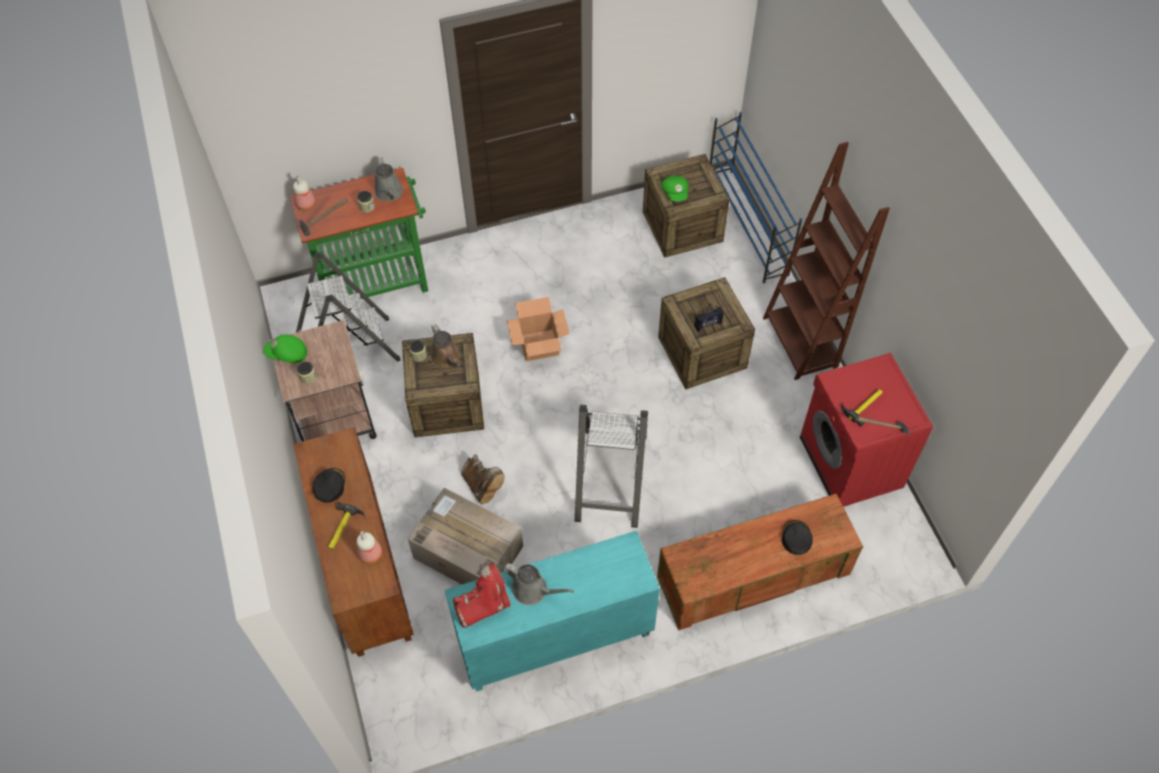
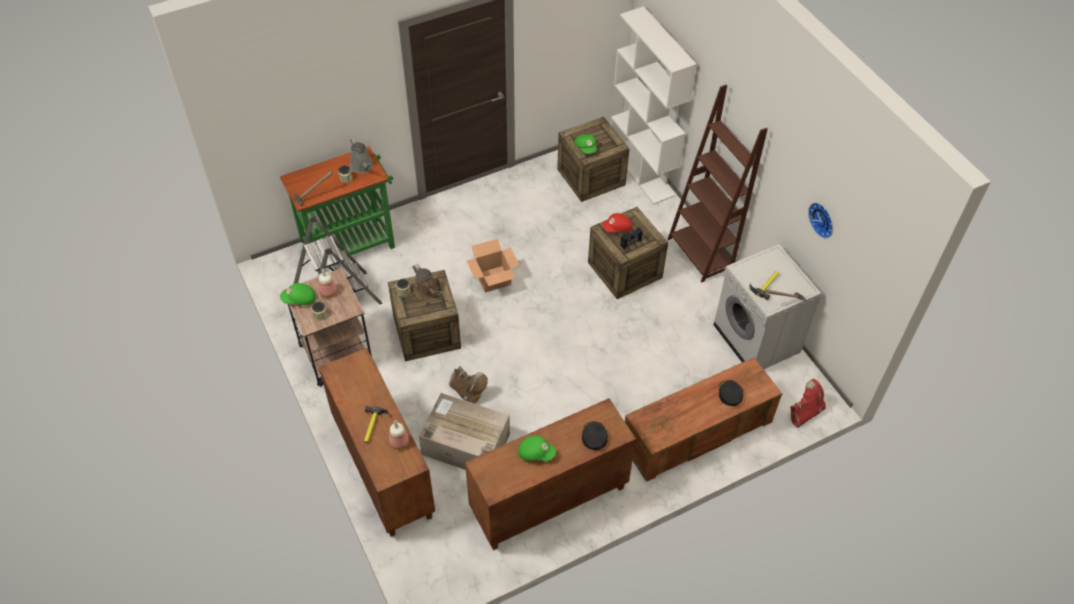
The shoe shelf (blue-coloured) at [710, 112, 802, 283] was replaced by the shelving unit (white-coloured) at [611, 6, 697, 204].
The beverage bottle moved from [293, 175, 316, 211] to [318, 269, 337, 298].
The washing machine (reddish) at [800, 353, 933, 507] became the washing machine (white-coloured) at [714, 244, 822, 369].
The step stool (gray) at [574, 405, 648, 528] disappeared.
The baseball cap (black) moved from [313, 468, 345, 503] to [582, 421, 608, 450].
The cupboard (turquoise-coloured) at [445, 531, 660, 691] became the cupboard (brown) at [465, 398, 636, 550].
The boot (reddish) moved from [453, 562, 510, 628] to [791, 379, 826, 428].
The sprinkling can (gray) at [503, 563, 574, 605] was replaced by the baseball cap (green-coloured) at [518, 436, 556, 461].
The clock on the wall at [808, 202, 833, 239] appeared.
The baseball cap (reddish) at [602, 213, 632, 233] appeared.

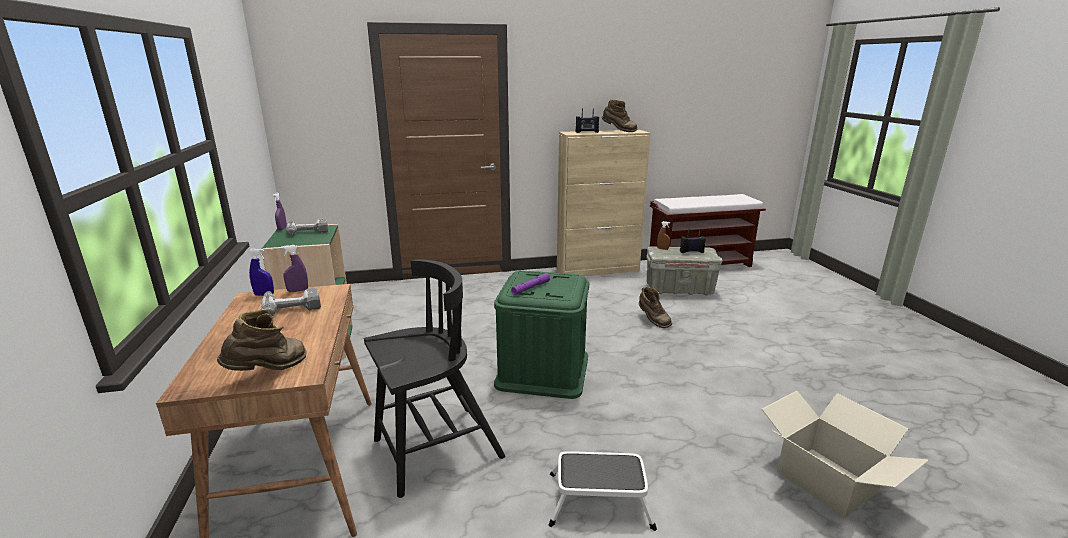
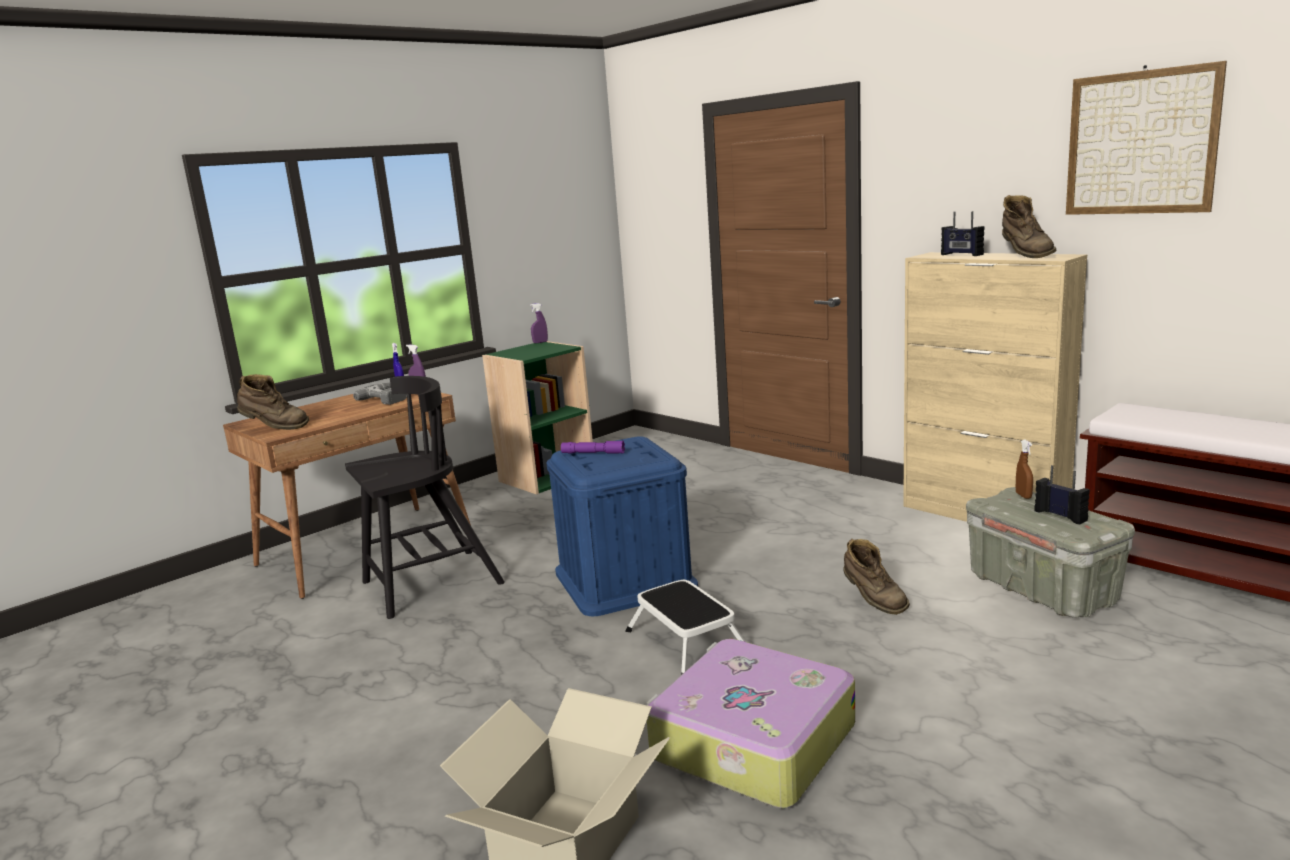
The drill at [286, 218, 328, 235] disappeared.
The upright chair (black) at [364, 259, 506, 498] turned 60 degrees counterclockwise.
The storage box (green-coloured) at [494, 270, 589, 399] became the storage box (blue-coloured) at [546, 436, 698, 616].
The boot (brown) at [639, 286, 672, 328] turned 60 degrees counterclockwise.
The step stool (black) moved from [549, 451, 657, 531] to [625, 580, 746, 675].
The wall picture at [1066, 61, 1227, 215] appeared.
The piece of luggage at [647, 639, 855, 808] appeared.

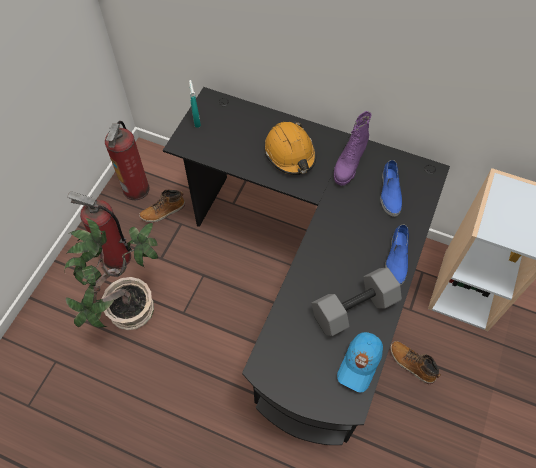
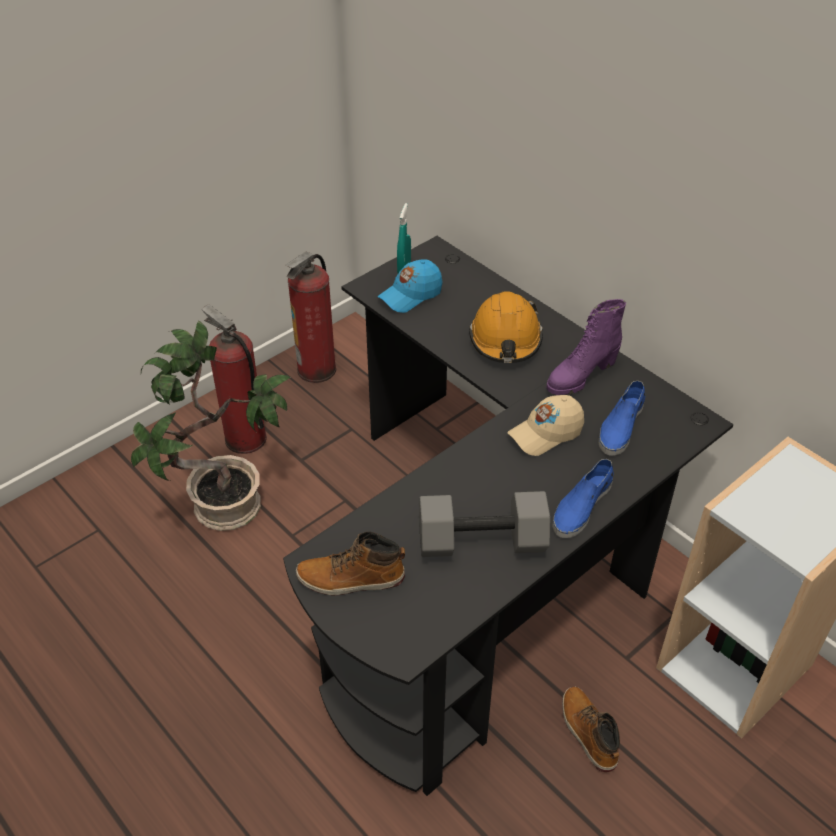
The boot moved from [139, 190, 185, 222] to [296, 532, 405, 595].
The baseball cap (blue-coloured) moved from [337, 332, 383, 393] to [377, 259, 443, 313].
The baseball cap (beige) at [507, 395, 584, 456] appeared.

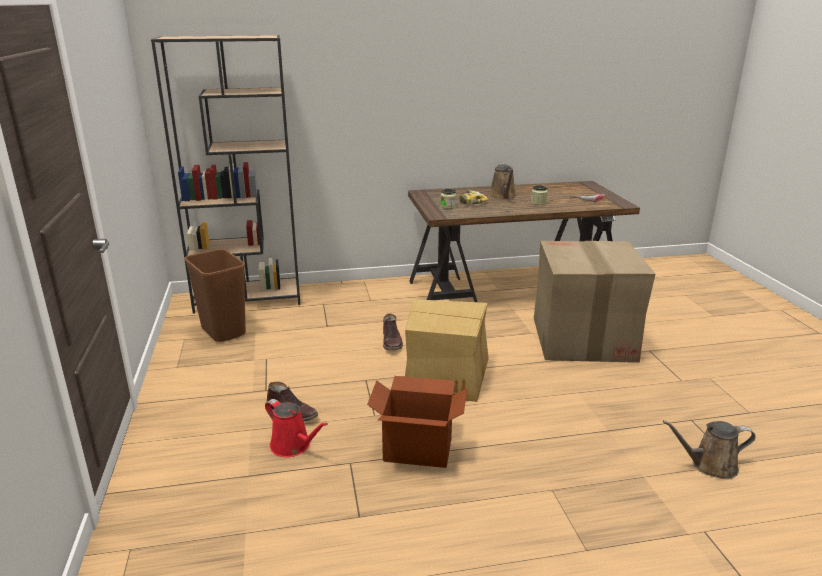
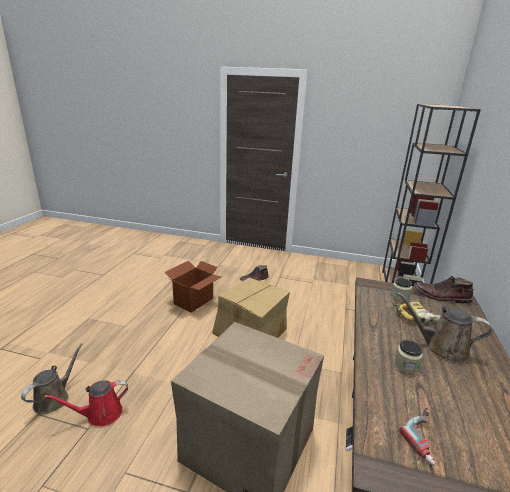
The rubbish bin (brown) at [184, 249, 246, 342] disappeared.
The boot (brown) moved from [383, 313, 403, 350] to [414, 276, 473, 304].
The sprinkling can (reddish) moved from [265, 399, 328, 457] to [44, 380, 128, 426].

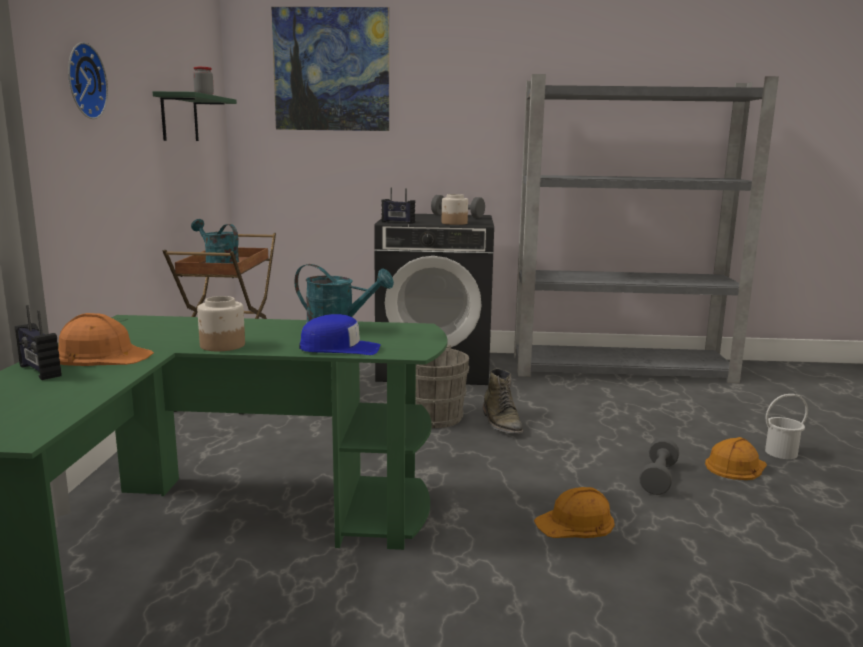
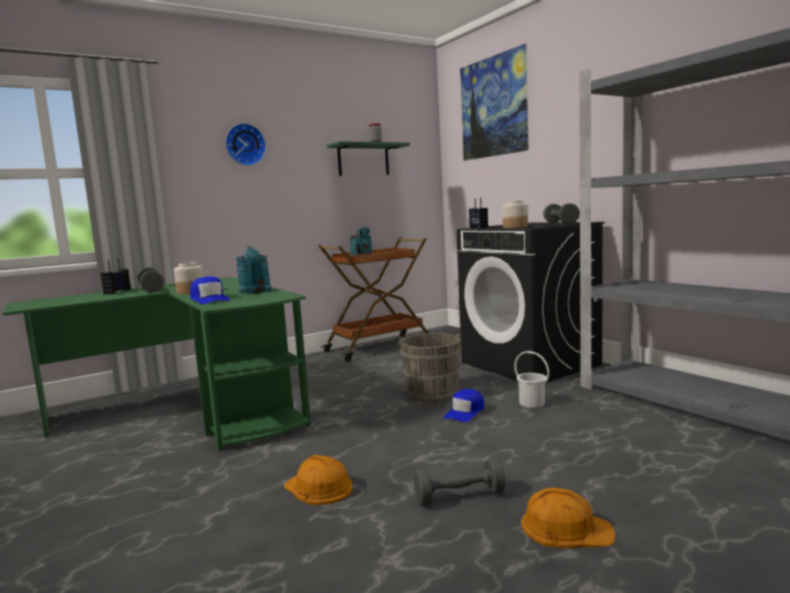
The hard hat (orange) at [58, 313, 154, 366] was replaced by the hand weight (gray) at [138, 267, 164, 293].
The boot (green-coloured) at [482, 369, 523, 434] was replaced by the baseball cap (blue-coloured) at [444, 389, 484, 422].
The water bucket (white-coloured) moved from [765, 394, 808, 459] to [514, 351, 549, 408].

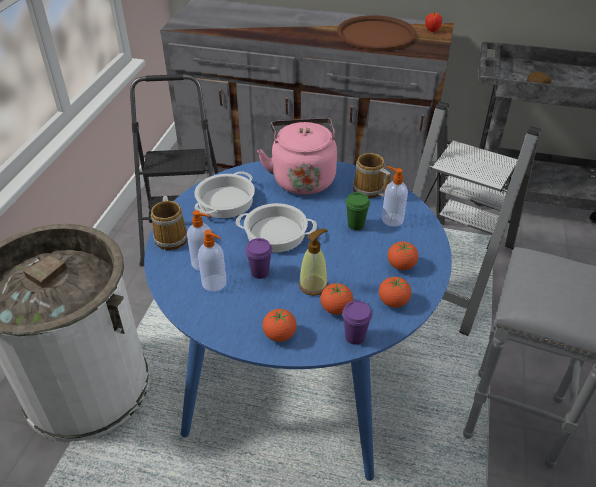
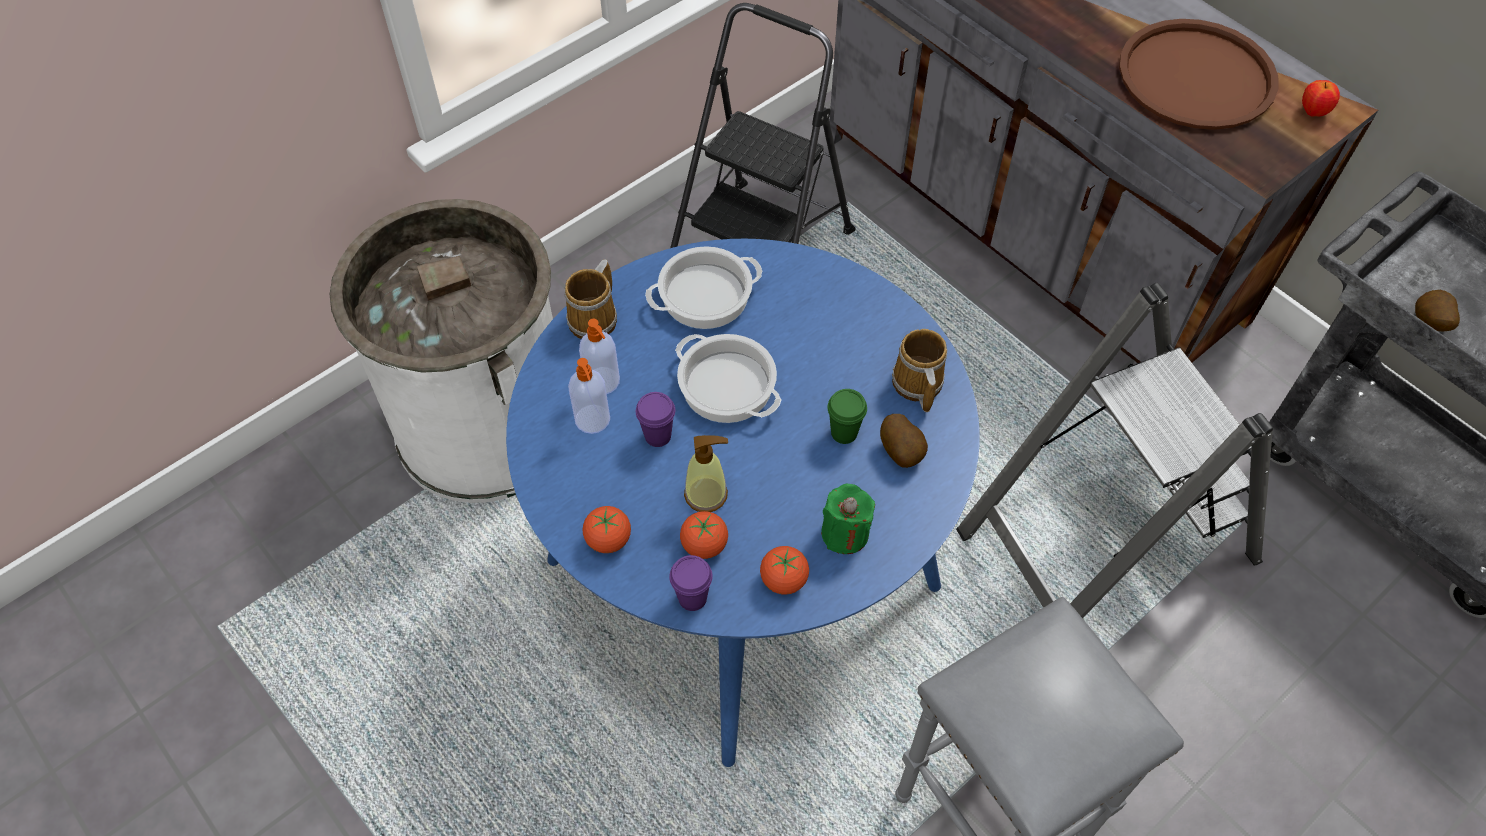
The kettle (pink) at [257, 118, 337, 195] disappeared.
The liquid soap bottle at [382, 166, 408, 227] was replaced by the whole potato at [880, 414, 928, 468].
The whole tomato at [388, 242, 418, 270] was replaced by the candle (green-coloured) at [821, 484, 875, 554].

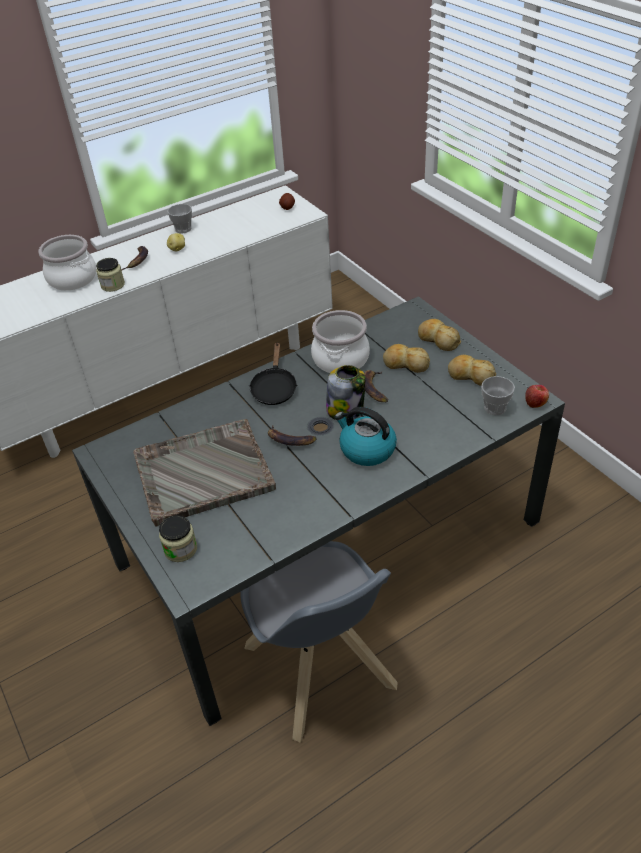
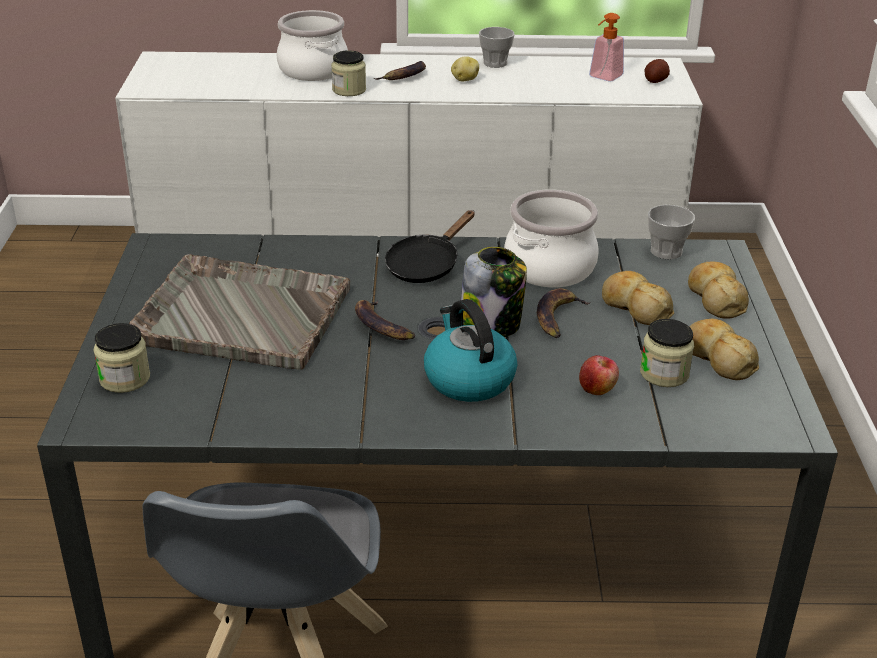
The small cup moved from [481, 376, 515, 415] to [648, 205, 695, 259].
The apple moved from [525, 385, 549, 408] to [579, 355, 619, 395].
The liquid soap bottle at [589, 13, 624, 81] appeared.
The storage jar at [640, 319, 694, 387] appeared.

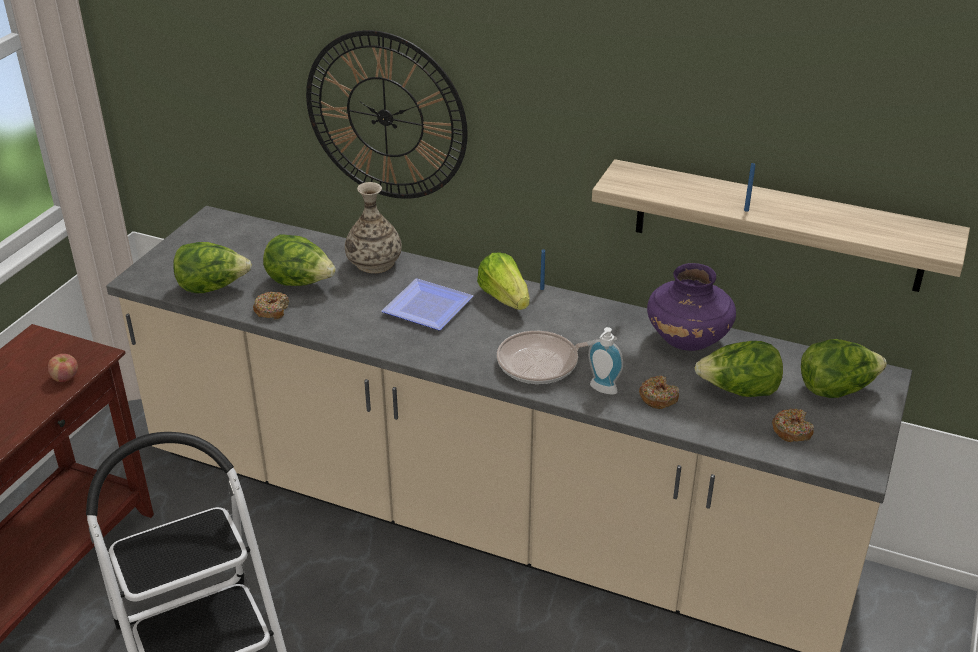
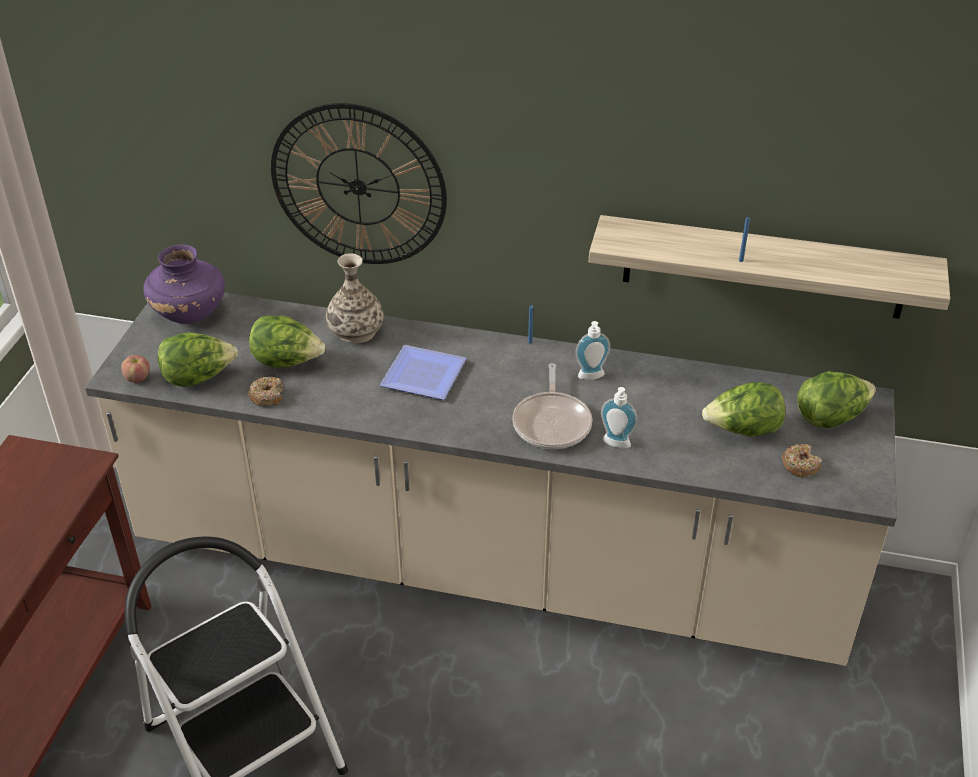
The lettuce at [477, 252, 529, 310] disappeared.
The decorative vase (purple-coloured) moved from [647, 263, 736, 351] to [143, 245, 225, 324].
The pan at [497, 331, 617, 384] turned 60 degrees counterclockwise.
The apple moved from [48, 354, 78, 382] to [121, 355, 150, 383].
The donut at [639, 376, 679, 409] disappeared.
The liquid soap bottle at [575, 321, 610, 380] appeared.

